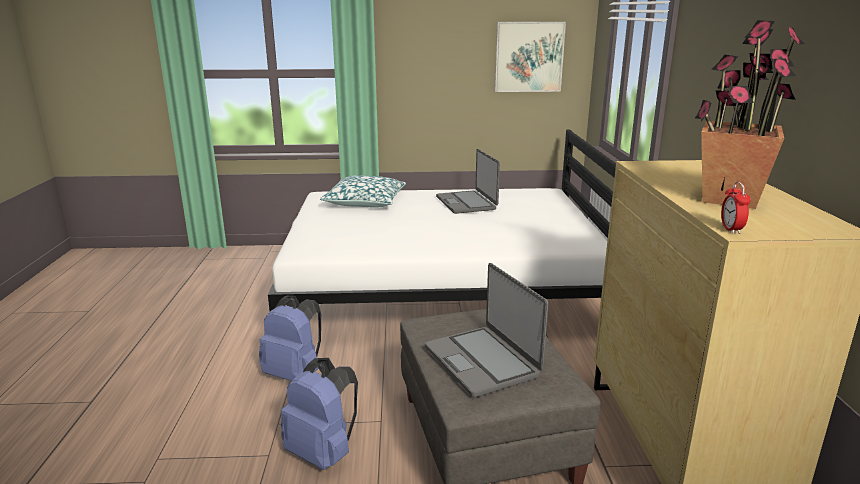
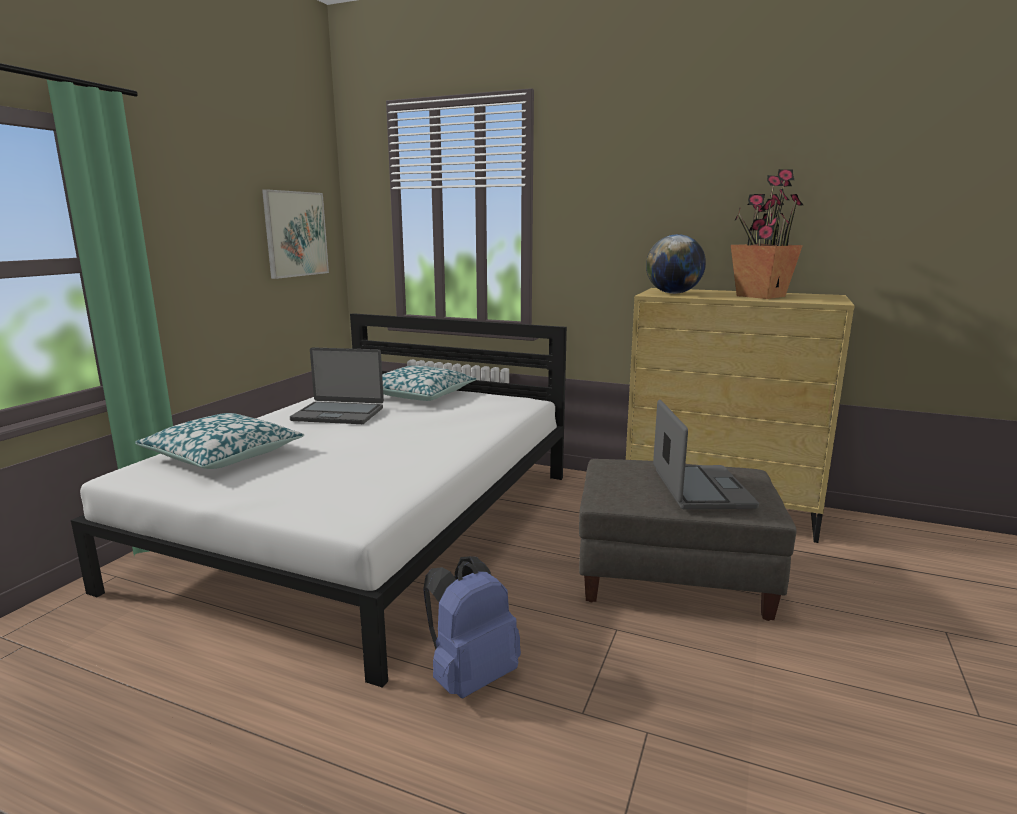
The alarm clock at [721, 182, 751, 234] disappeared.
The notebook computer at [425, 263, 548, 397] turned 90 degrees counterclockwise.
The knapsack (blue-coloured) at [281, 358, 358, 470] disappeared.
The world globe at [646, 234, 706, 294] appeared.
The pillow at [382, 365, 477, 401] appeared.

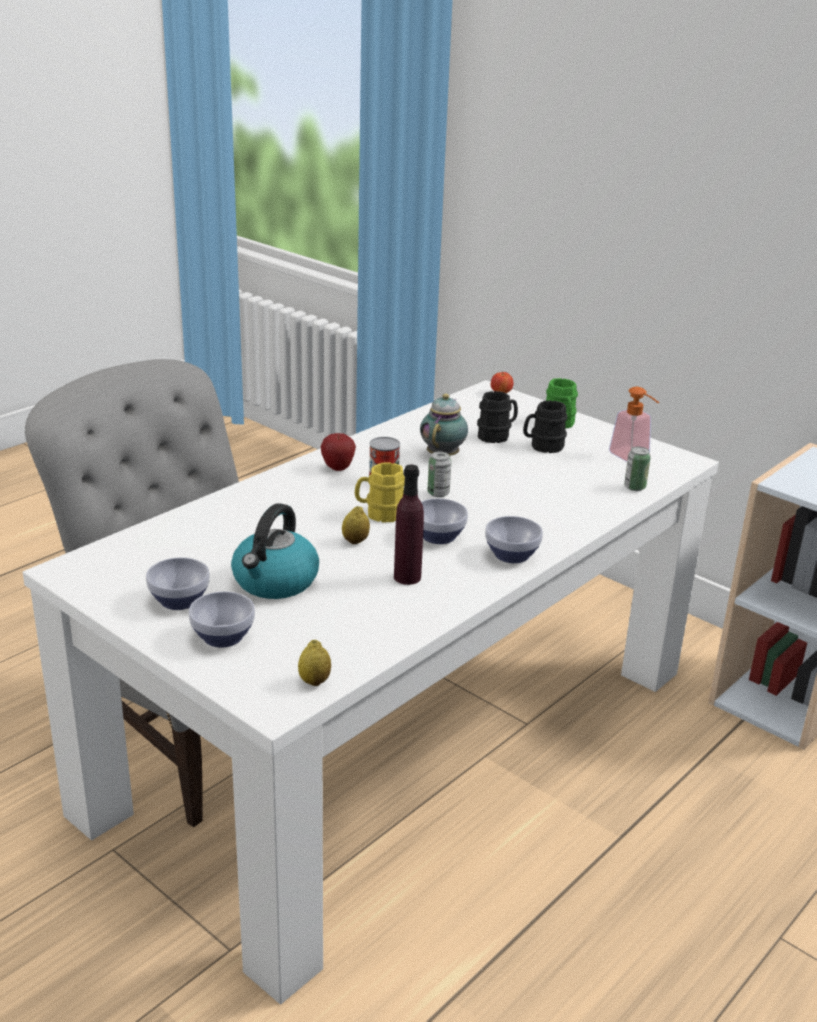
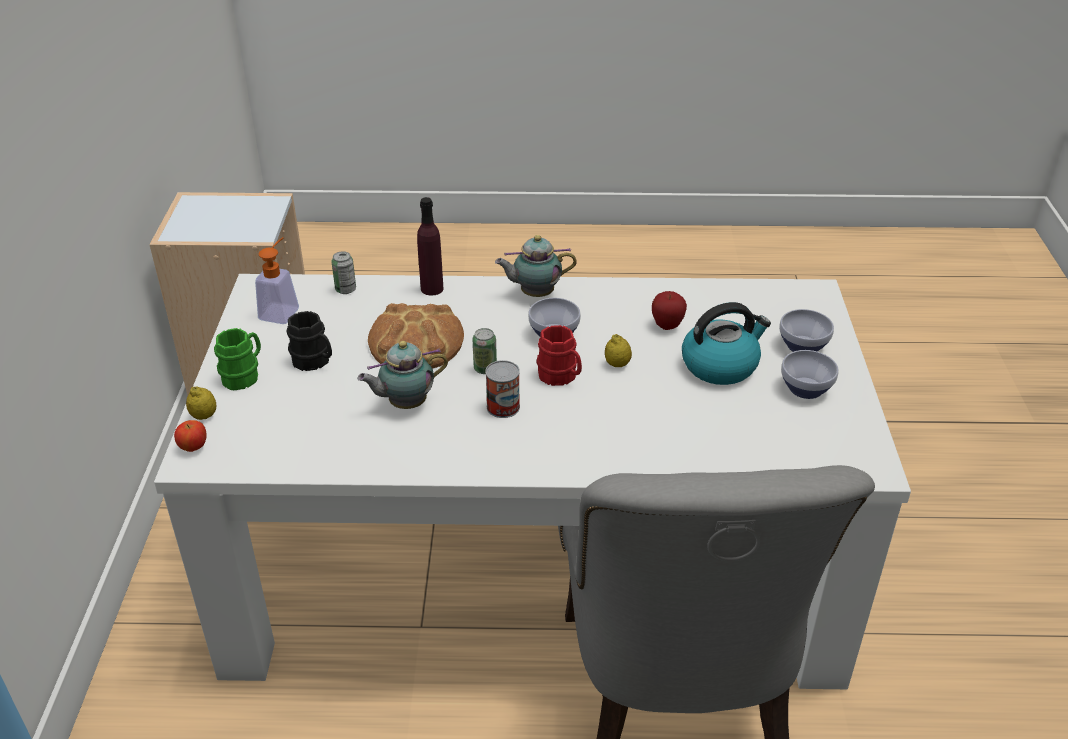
The tea mug (black) at [477, 391, 518, 443] disappeared.
The apple moved from [321, 433, 356, 471] to [652, 291, 687, 330].
The tea mug (yellowish) at [355, 463, 405, 523] became the tea mug (reddish) at [536, 325, 582, 386].
The beverage bottle (purple-coloured) moved from [394, 465, 424, 585] to [417, 197, 443, 296].
The bowl at [485, 516, 543, 563] was replaced by the tea pot at [495, 235, 577, 297].
The citrus fruit moved from [298, 640, 331, 686] to [186, 386, 216, 420].
The baked bread at [368, 303, 464, 368] appeared.

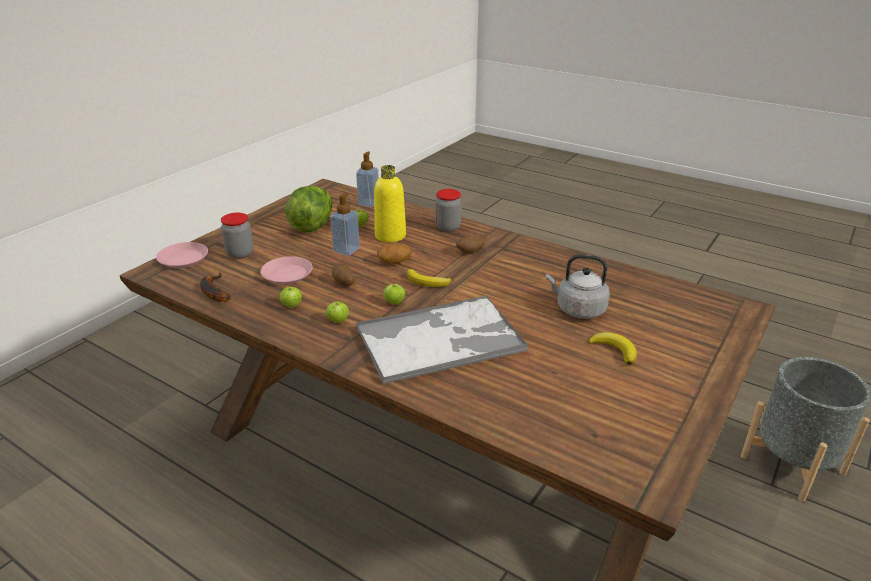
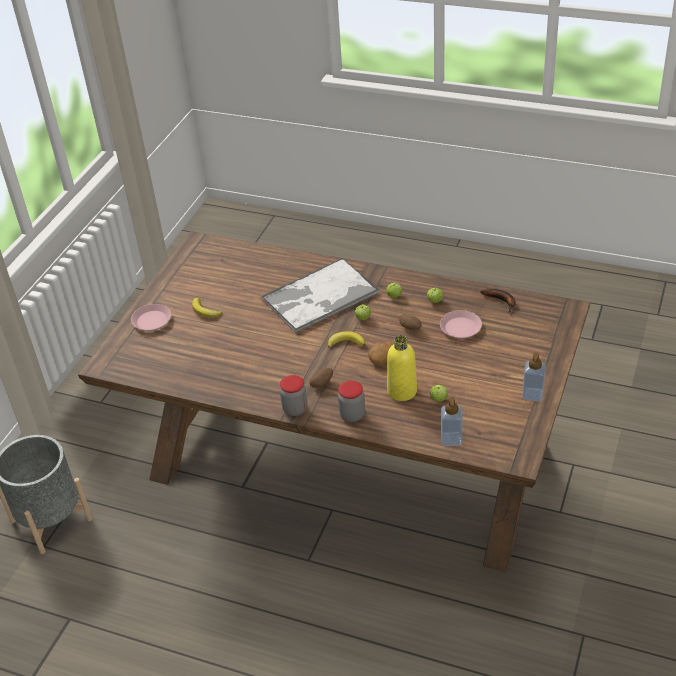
The lettuce at [285, 186, 332, 232] disappeared.
The liquid soap bottle moved from [330, 193, 360, 256] to [522, 352, 546, 402].
The storage jar moved from [221, 213, 254, 259] to [280, 375, 307, 416].
The dinner plate (pink) moved from [156, 242, 208, 268] to [131, 304, 171, 331].
The kettle (gray) at [546, 254, 610, 319] disappeared.

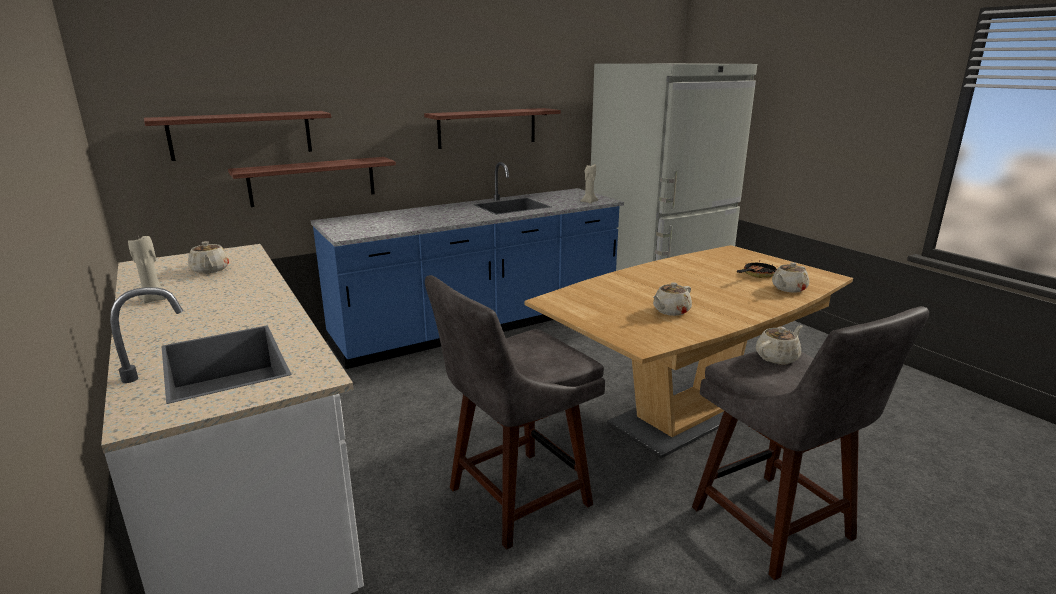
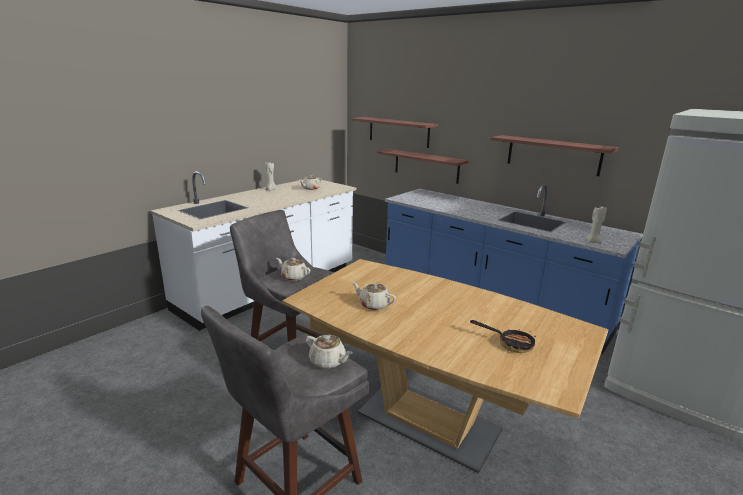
The tea pot (beige) moved from [772, 262, 809, 293] to [276, 258, 310, 281].

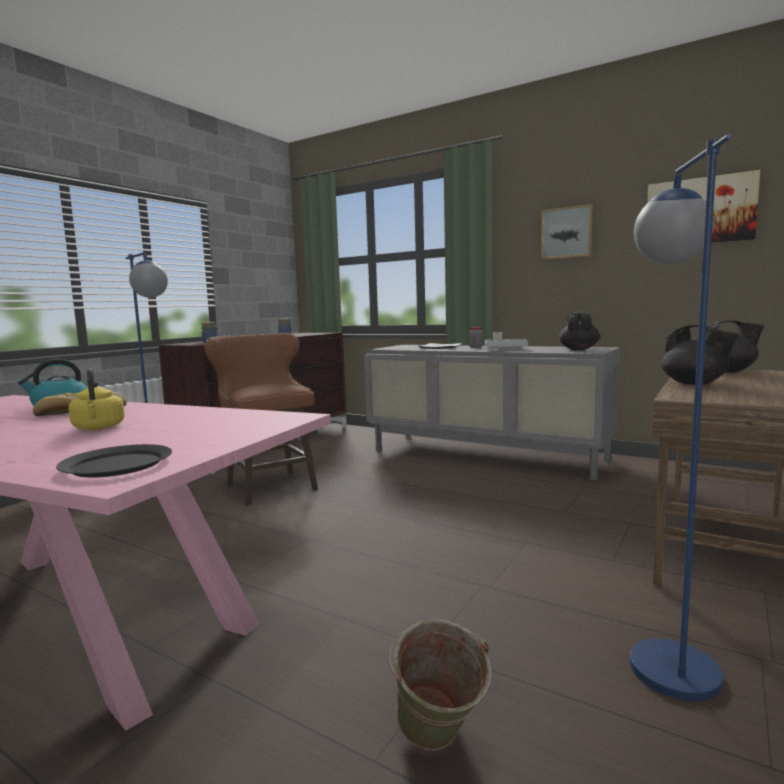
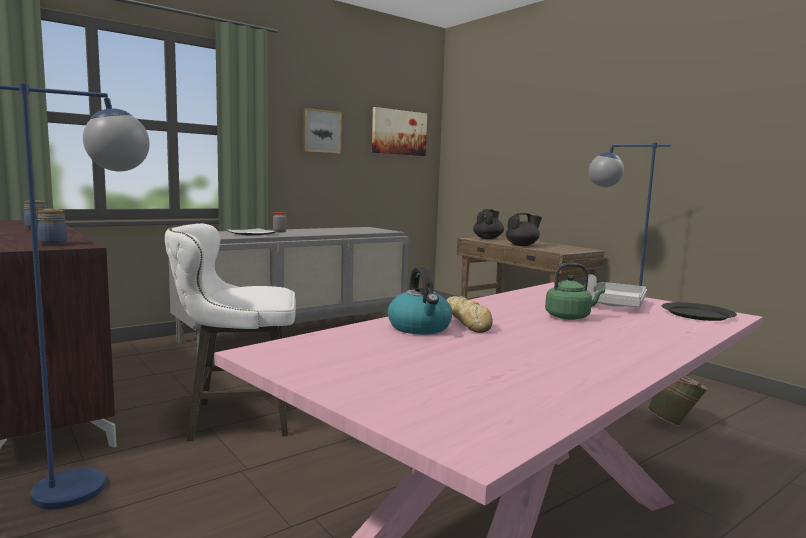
The tea pot (black) at [559, 312, 600, 350] disappeared.
The carrying tray (gray) moved from [485, 332, 528, 350] to [587, 274, 647, 307].
The sitting stool (brown) at [204, 333, 318, 505] became the sitting stool (white-coloured) at [165, 223, 296, 441].
The kettle (yellowish) at [68, 368, 125, 430] became the kettle (green-coloured) at [545, 263, 605, 320].

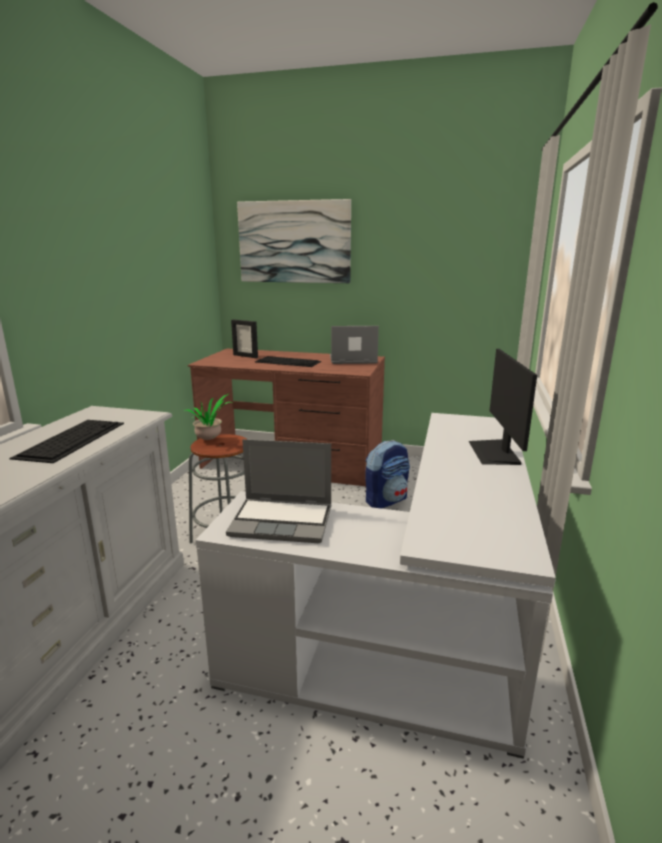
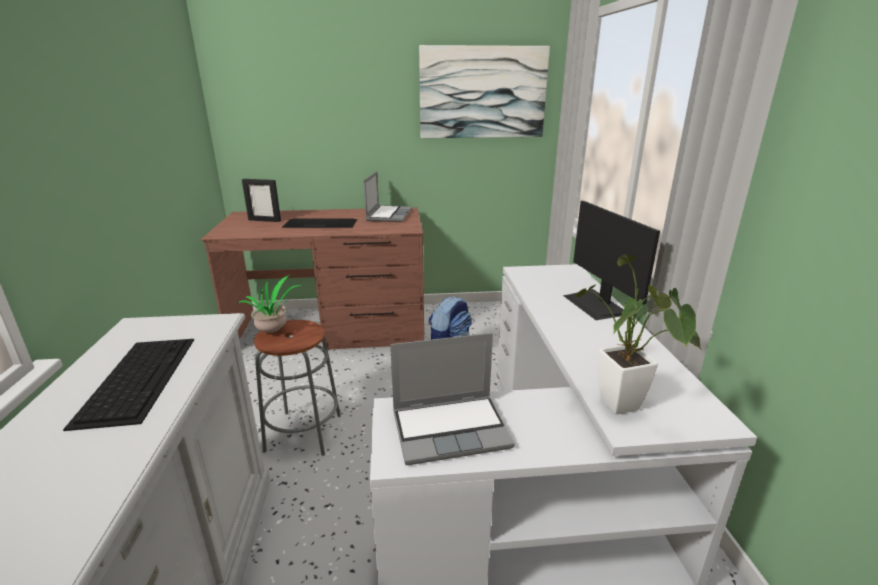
The wall picture moved from [237, 199, 351, 283] to [419, 45, 550, 138].
The notebook computer at [330, 326, 379, 364] turned 120 degrees clockwise.
The plant in a pot at [576, 254, 702, 415] appeared.

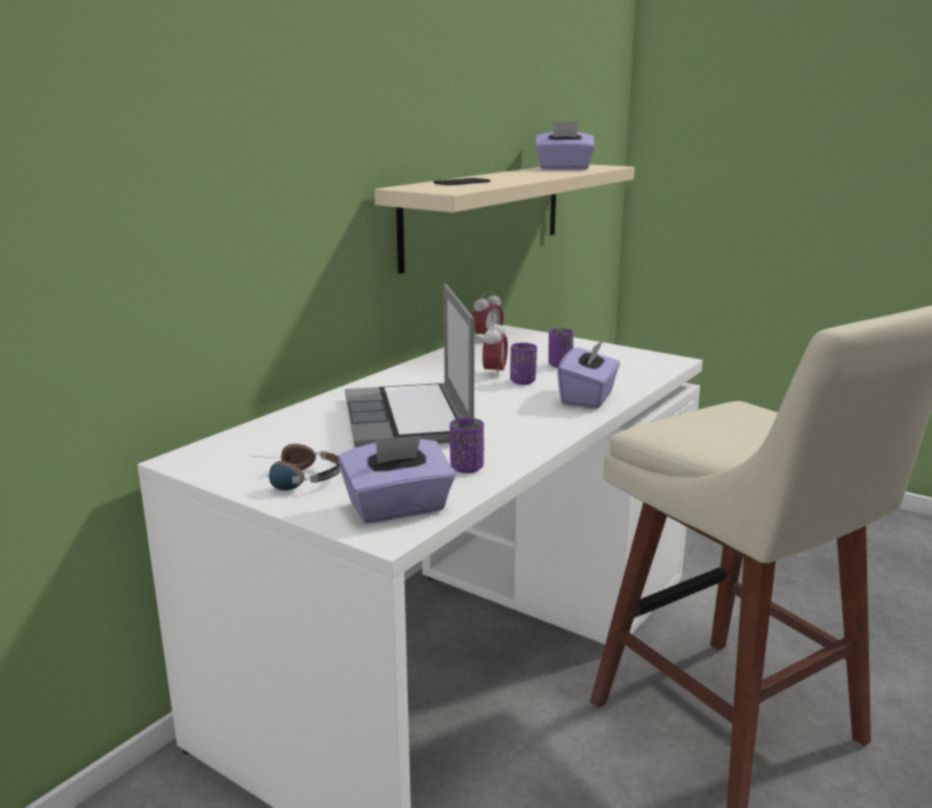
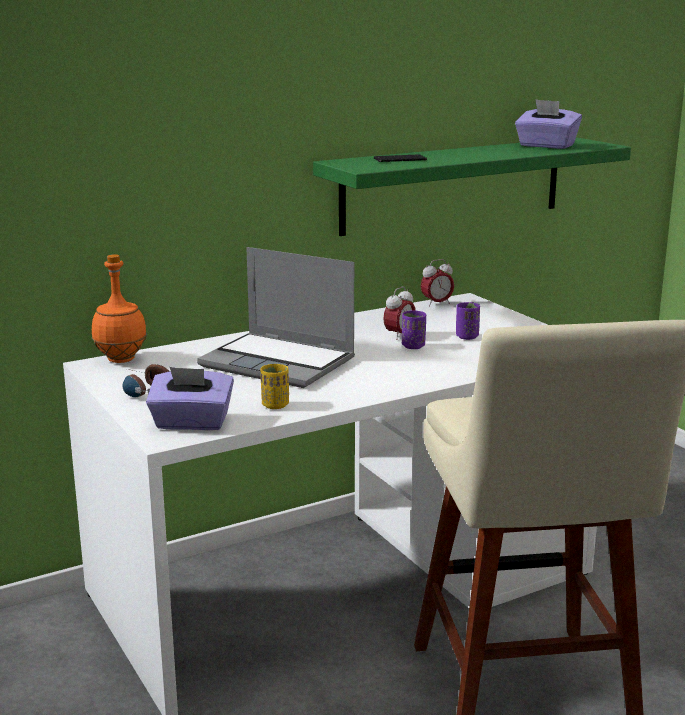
The shelf (beige) at [374, 164, 635, 274] became the shelf (green-coloured) at [313, 138, 631, 236].
The notebook computer at [345, 284, 475, 448] turned 75 degrees counterclockwise.
The tissue box (purple-coloured) at [557, 339, 620, 409] disappeared.
The small cup (purple-coloured) at [450, 418, 484, 473] became the small cup (yellowish) at [261, 364, 289, 409].
The beverage bottle (orange) at [92, 254, 147, 363] appeared.

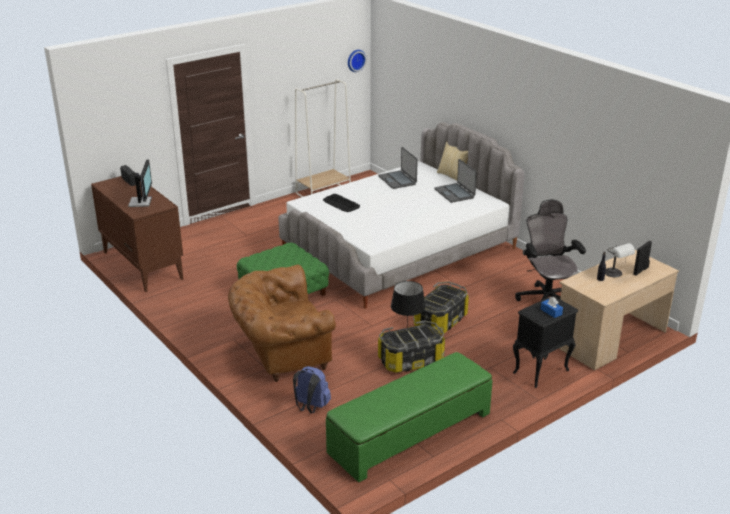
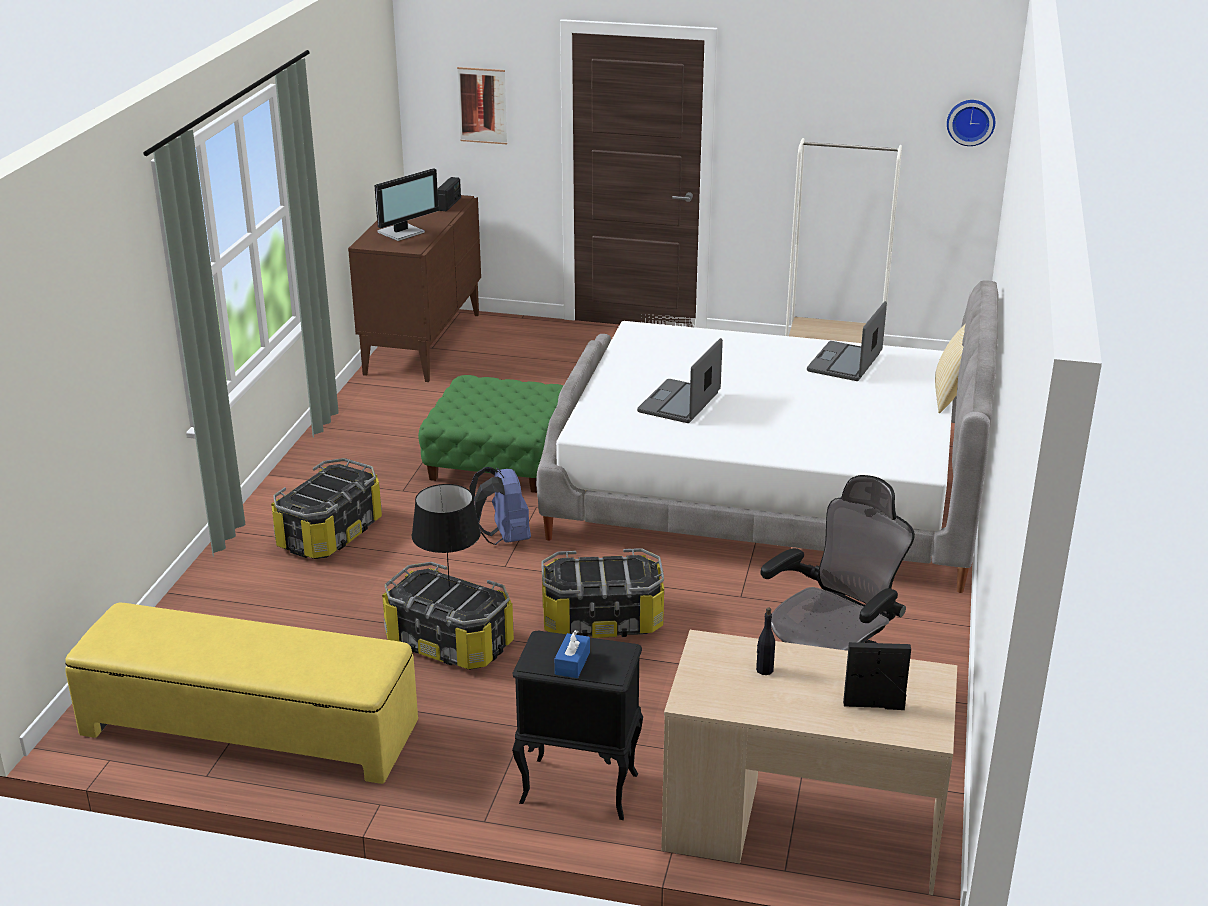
The notebook computer moved from [434, 159, 477, 203] to [637, 338, 723, 423].
The PC keyboard at [323, 194, 360, 212] disappeared.
The tabletop lamp at [605, 243, 635, 277] disappeared.
The easy chair (brown) at [228, 265, 336, 382] was replaced by the storage box at [271, 458, 382, 559].
The long seat (green-coloured) at [326, 352, 492, 482] became the long seat (yellowish) at [65, 602, 418, 784].
The knapsack (blue-coloured) moved from [293, 366, 331, 413] to [469, 467, 531, 545].
The wall picture at [457, 67, 507, 144] appeared.

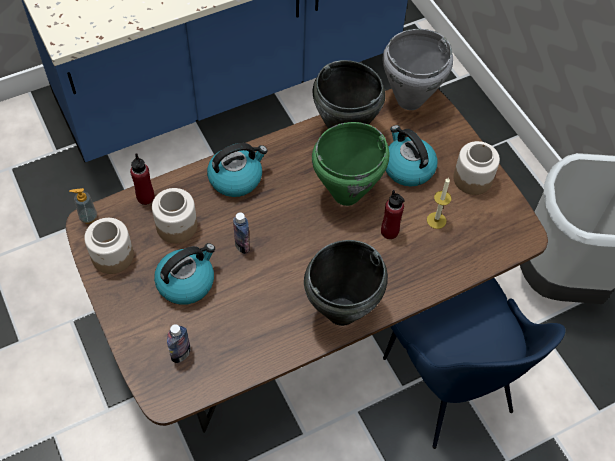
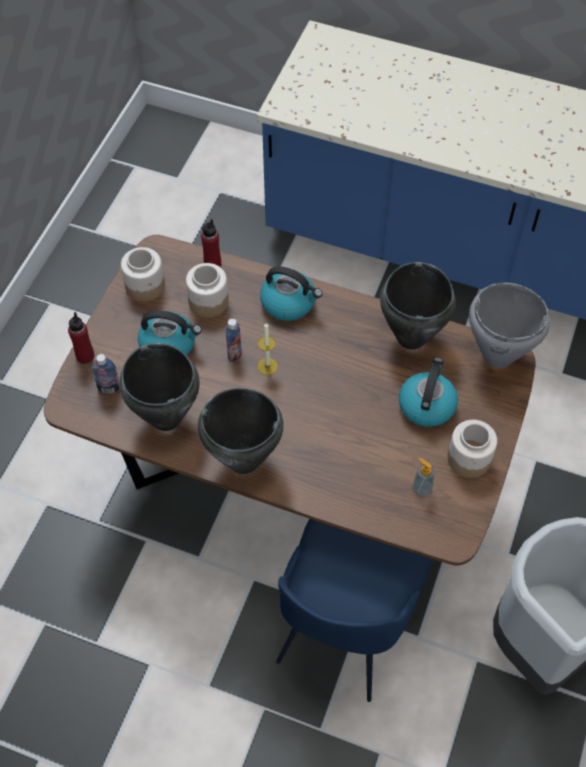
The cooking pot (green-coloured) at [312, 122, 390, 206] disappeared.
The candle moved from [427, 177, 451, 229] to [258, 323, 278, 375].
The liquid soap bottle moved from [69, 188, 97, 224] to [412, 458, 435, 496].
The beverage bottle (reddish) moved from [381, 190, 405, 239] to [68, 312, 94, 364].
The cooking pot (black) at [119, 343, 200, 431] appeared.

